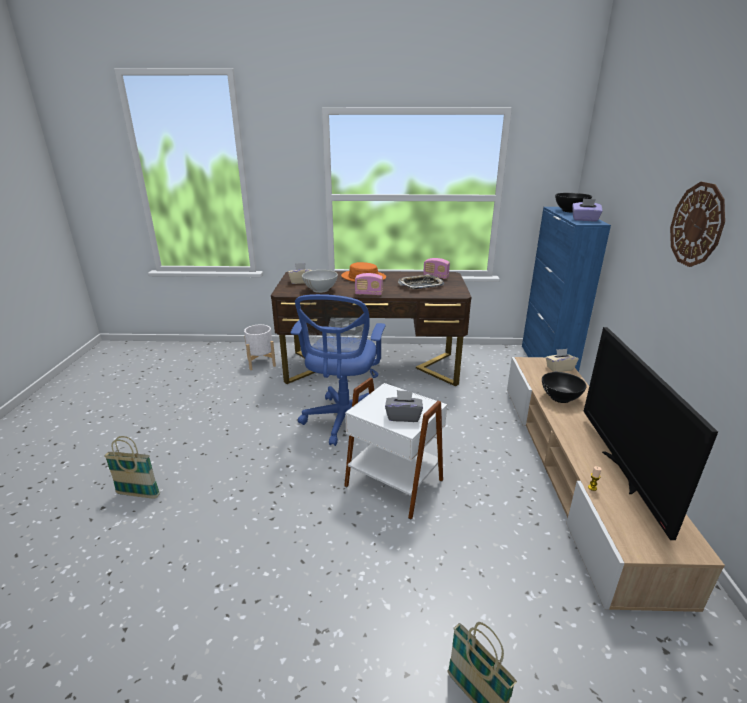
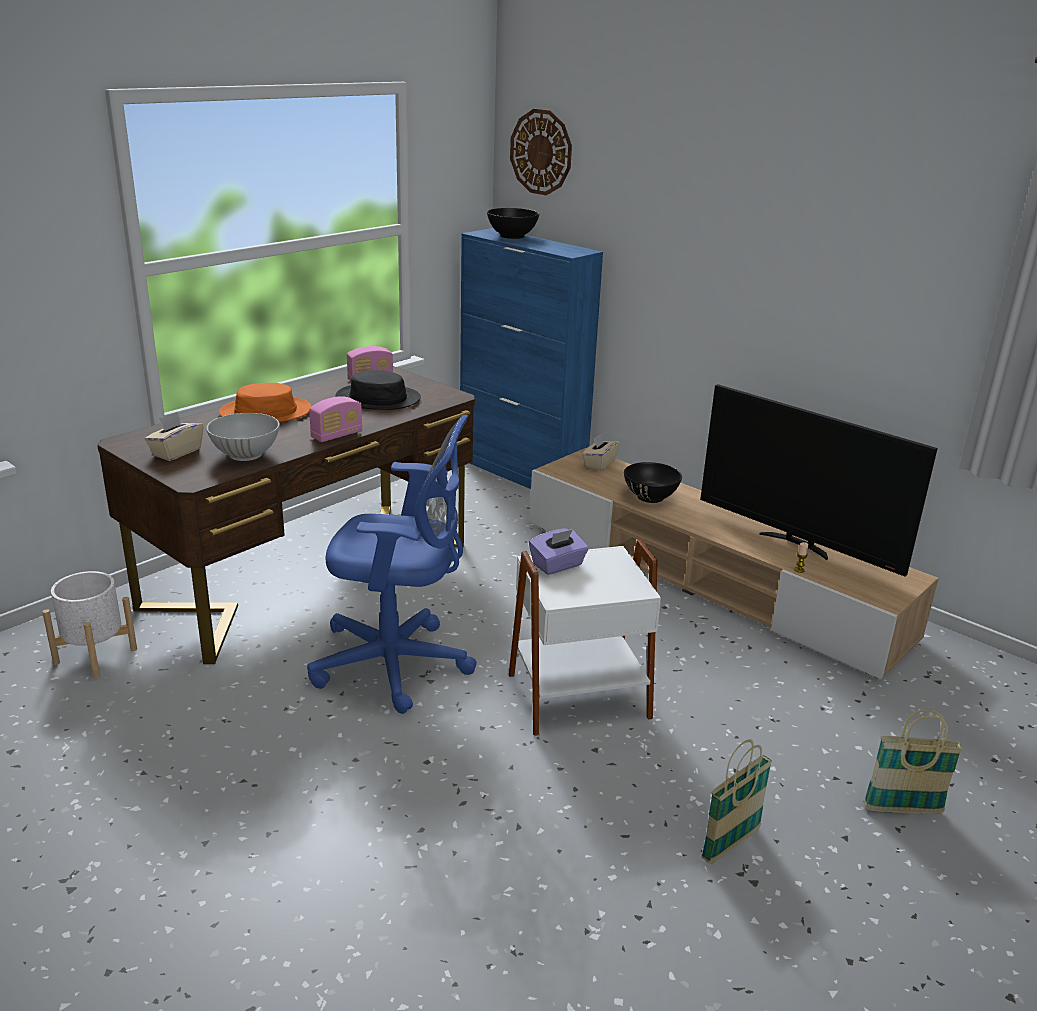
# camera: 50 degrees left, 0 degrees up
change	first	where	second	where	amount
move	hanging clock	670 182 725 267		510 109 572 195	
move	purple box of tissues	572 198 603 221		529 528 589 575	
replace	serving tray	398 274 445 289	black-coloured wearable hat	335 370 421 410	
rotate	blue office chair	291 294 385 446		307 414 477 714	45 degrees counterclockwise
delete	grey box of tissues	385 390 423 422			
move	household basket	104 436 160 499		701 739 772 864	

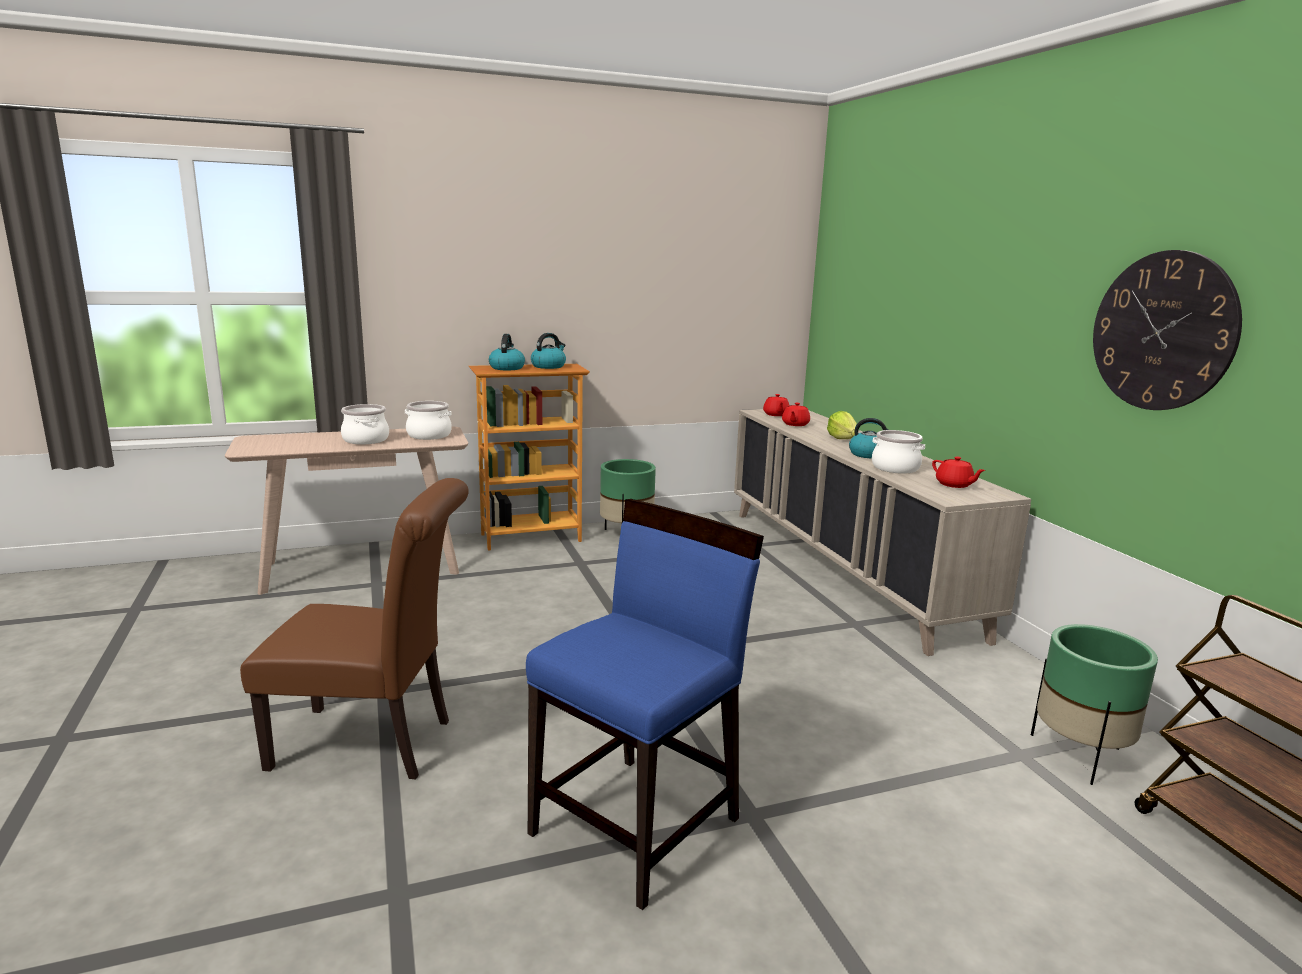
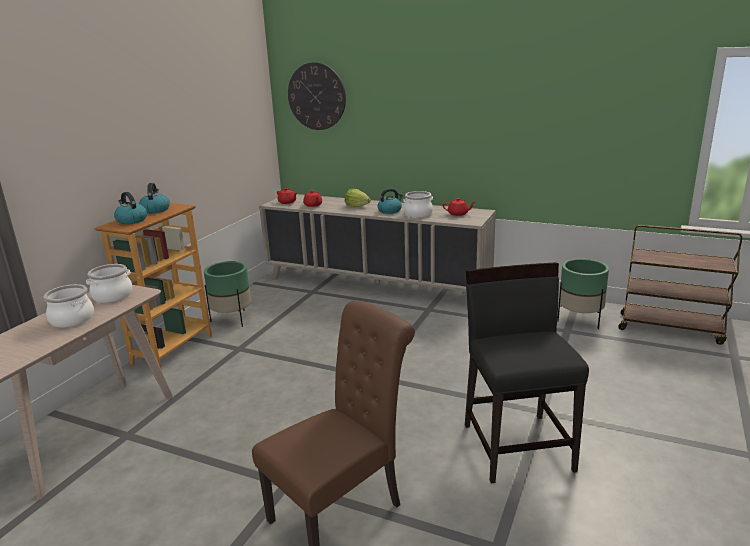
# camera: 45 degrees left, 5 degrees up
change	first	where	second	where	amount
move	hanging clock	1093 250 1242 410		288 62 346 130	
recolor	blue upright chair	526 499 764 910	black-coloured upright chair	465 262 589 483	

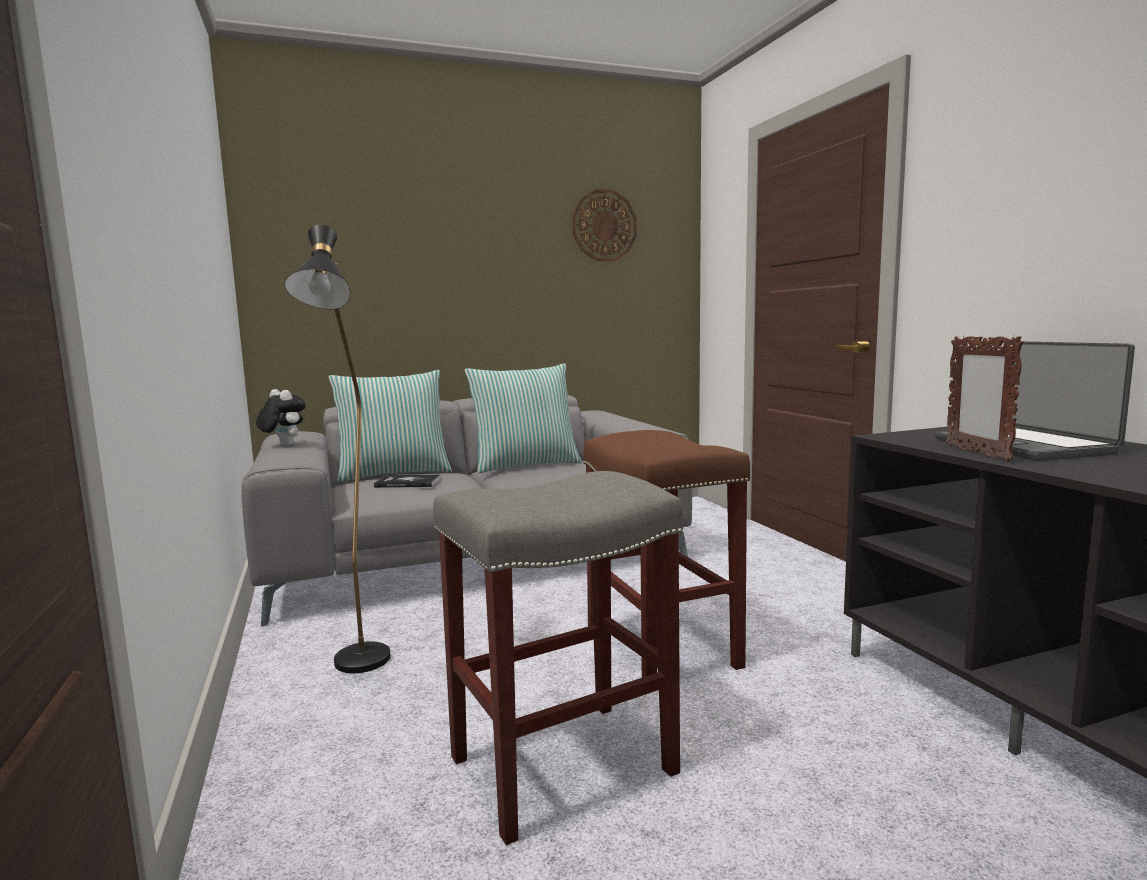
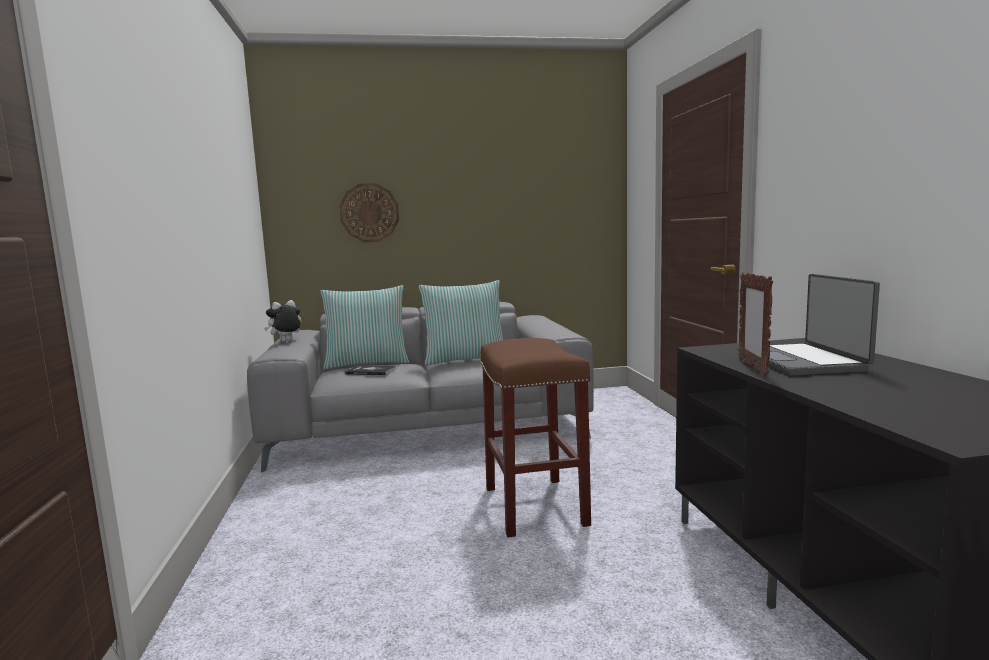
# camera: 10 degrees right, 0 degrees up
change	first	where	second	where	amount
move	hanging clock	572 189 637 261		339 183 399 242	
delete	black-coloured standard lamp	284 224 390 673			
rotate	plush toy	256 389 306 446		264 300 302 342	90 degrees counterclockwise
delete	grey stool seat	433 471 683 845			

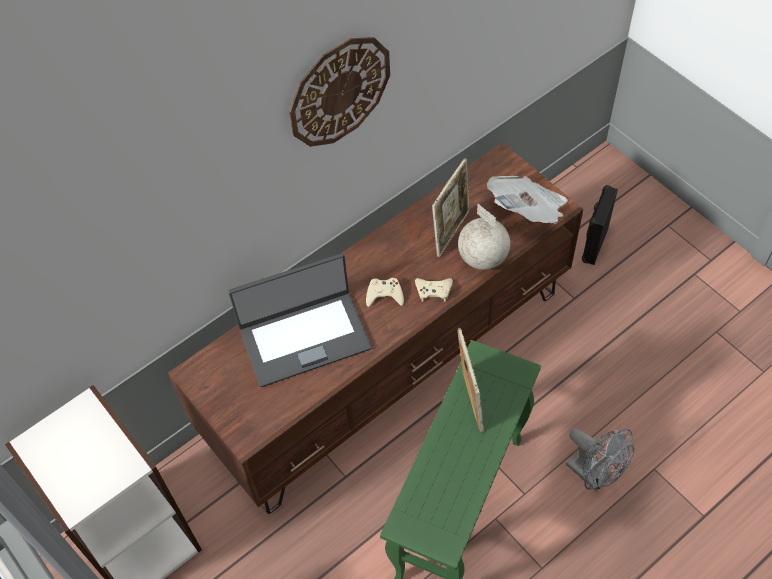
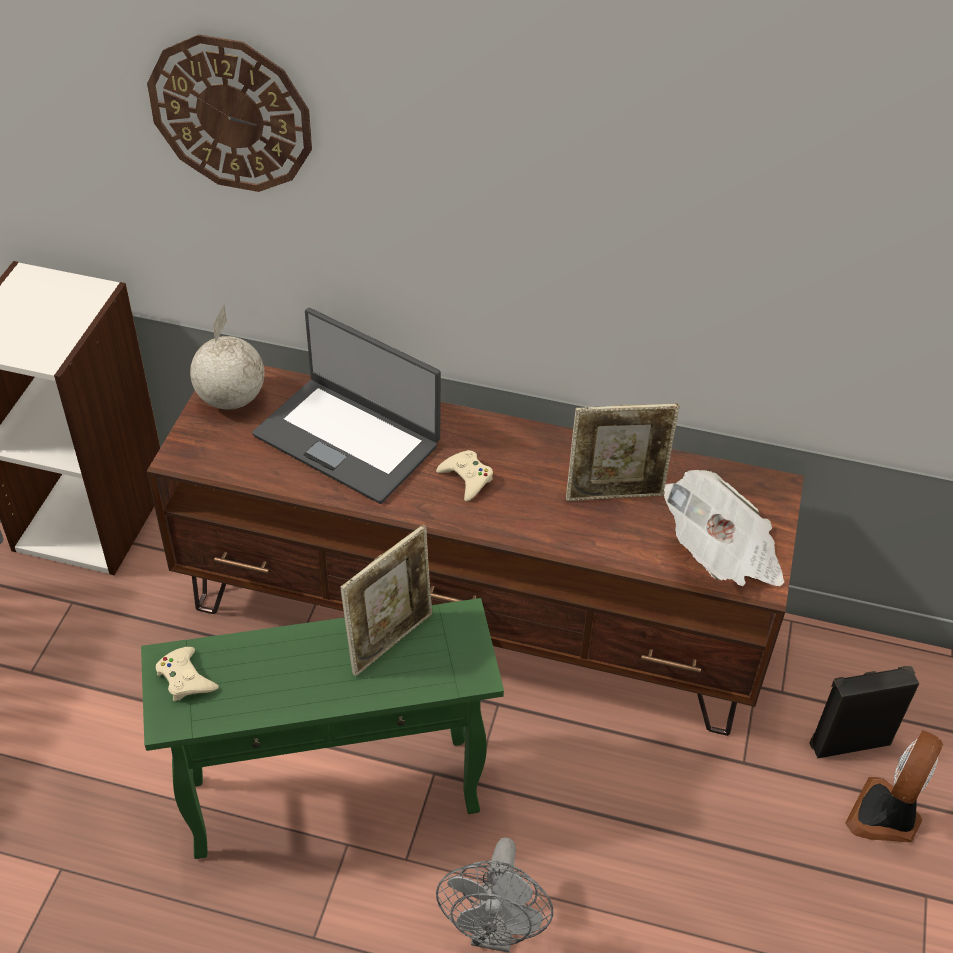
# camera: 50 degrees right, 10 degrees down
change	first	where	second	where	amount
move	hanging clock	289 37 390 147		147 34 312 192	
move	world globe	458 204 510 270		190 303 264 410	
move	sand-coloured gamepad	415 278 453 302		156 647 219 701	
insert			fan	845 730 943 843	

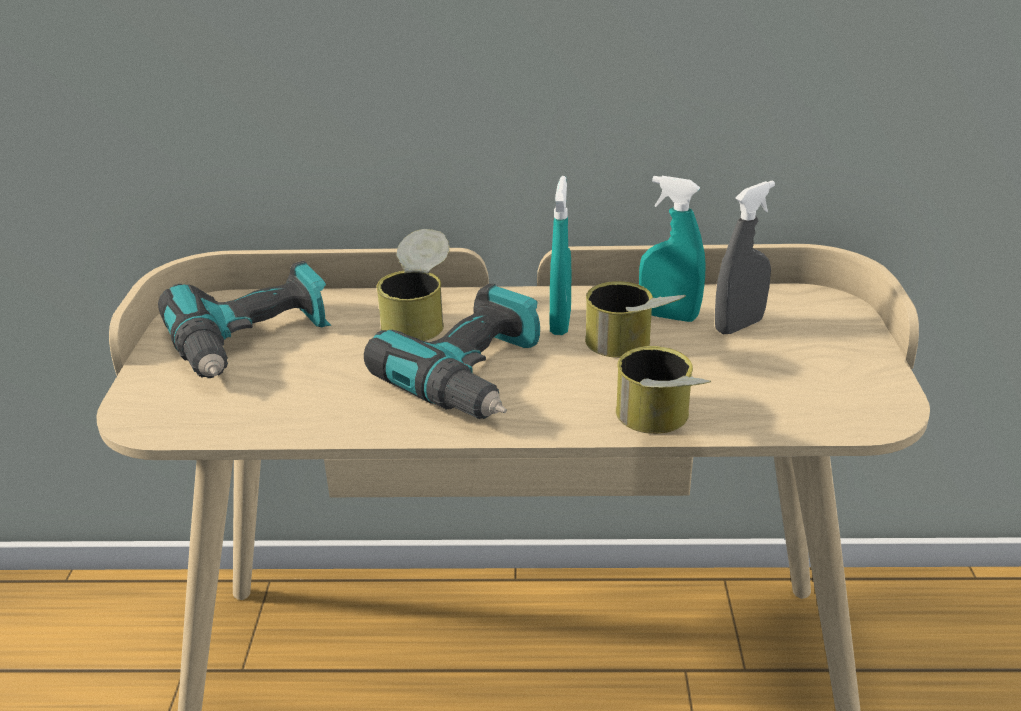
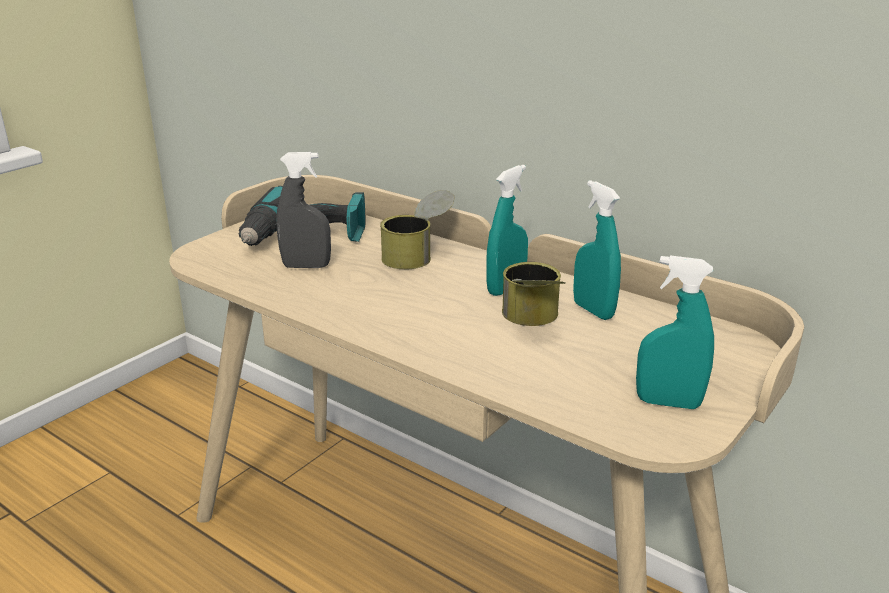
# camera: 35 degrees right, 5 degrees down
change	first	where	second	where	amount
move	grey spray bottle	715 180 775 334		276 152 331 268	
delete	electric drill	364 284 540 419			
delete	metal can	616 346 711 434			
insert			blue-green spray bottle	636 255 714 409	

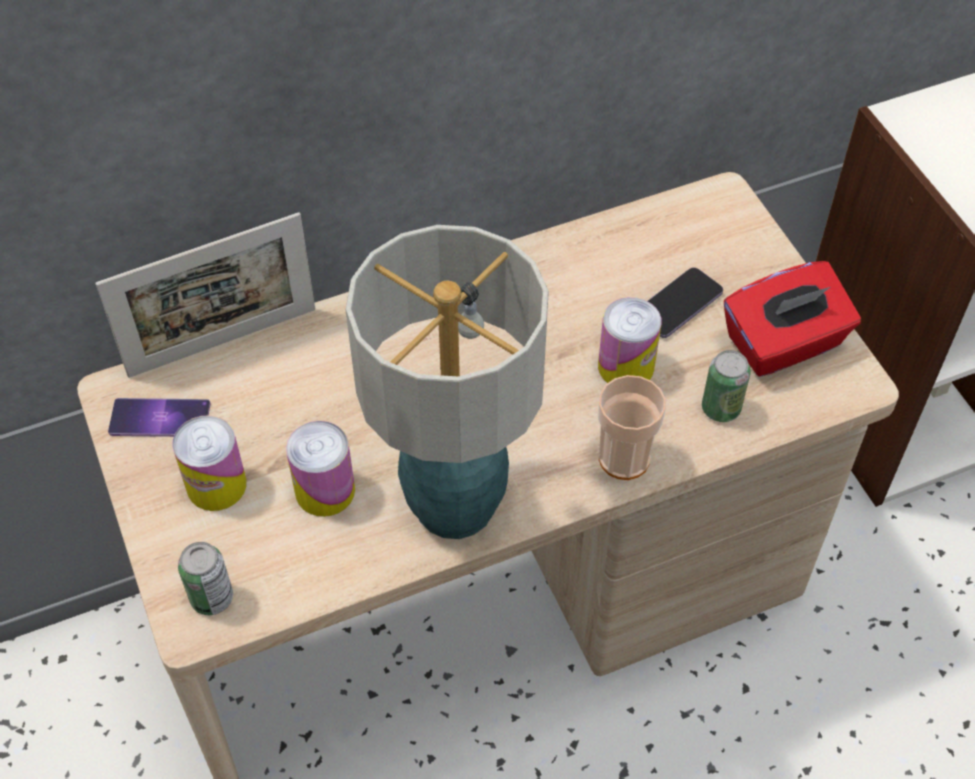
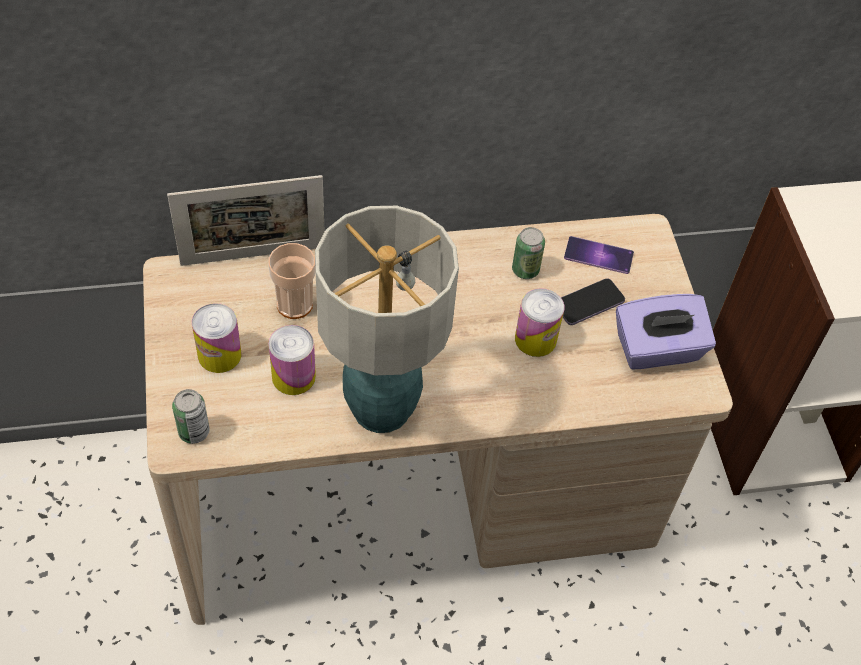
# camera: 10 degrees right, 0 degrees up
change	first	where	second	where	amount
recolor	red-coloured box of tissues	724 261 861 377	purple box of tissues	616 294 716 370	
move	metal can	702 350 751 422		512 227 545 279	
move	drinking cup	598 375 666 480		268 243 315 319	
move	handset	108 398 210 437		564 236 634 274	

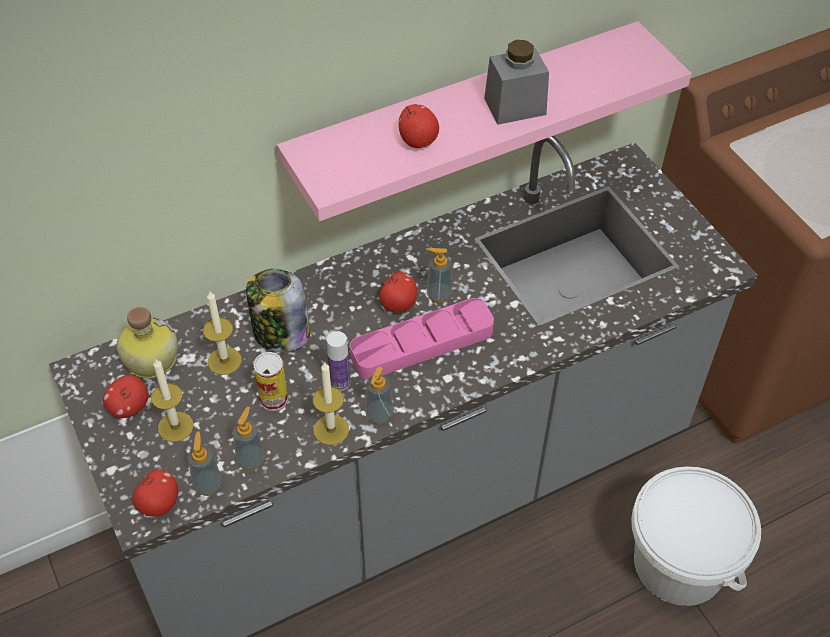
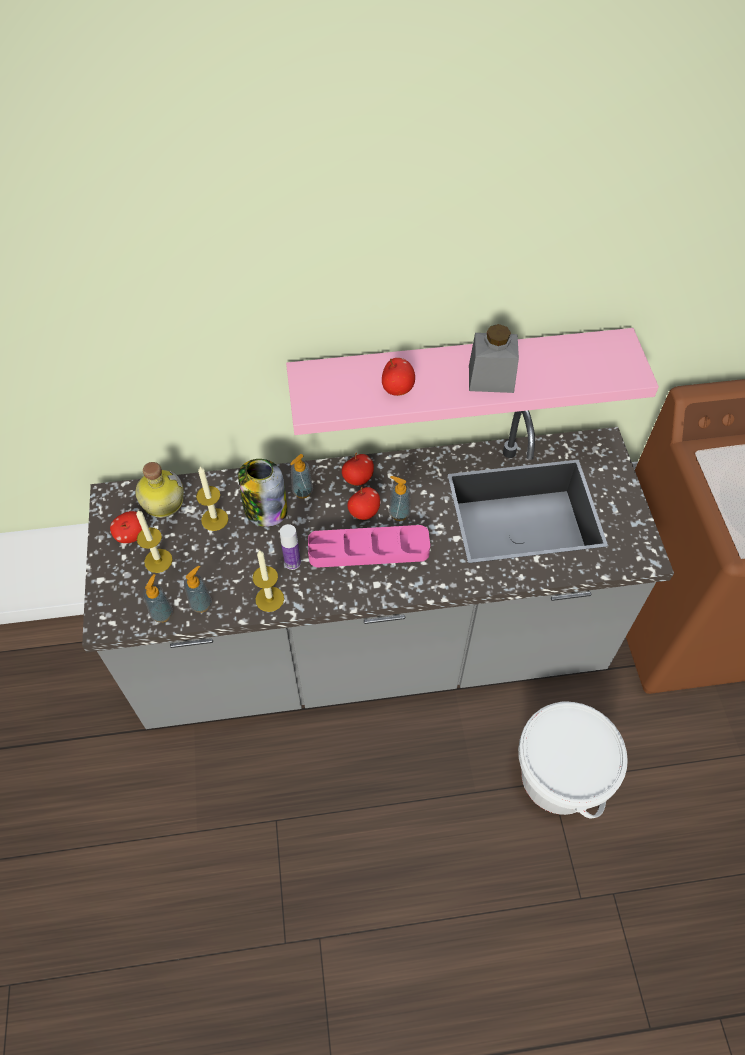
# camera: 20 degrees right, 5 degrees up
change	first	where	second	where	amount
delete	metal can	254 352 288 411			
move	soap dispenser	365 367 394 424		290 454 313 498	
move	apple	132 469 178 517		342 453 374 486	

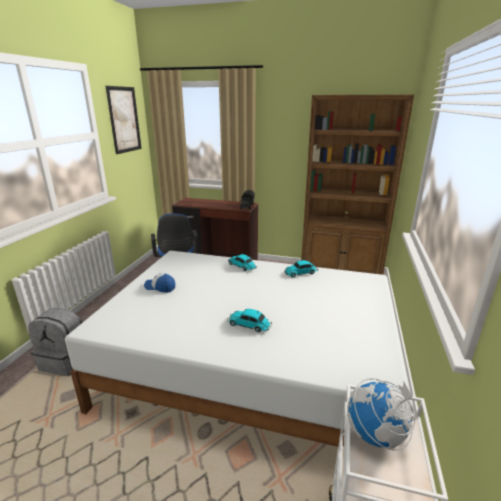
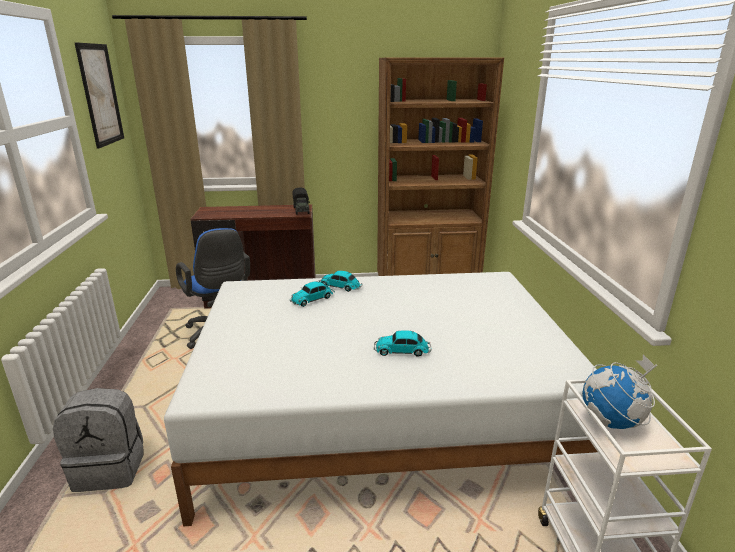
# camera: 20 degrees left, 0 degrees up
change	first	where	second	where	amount
move	model car	284 260 318 277		290 281 335 307	
delete	peaked cap	144 273 175 293			

